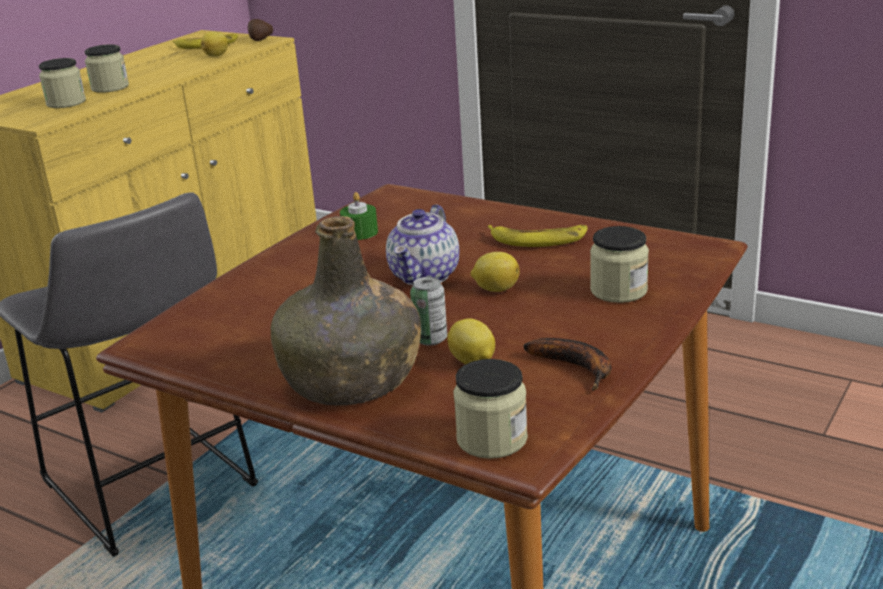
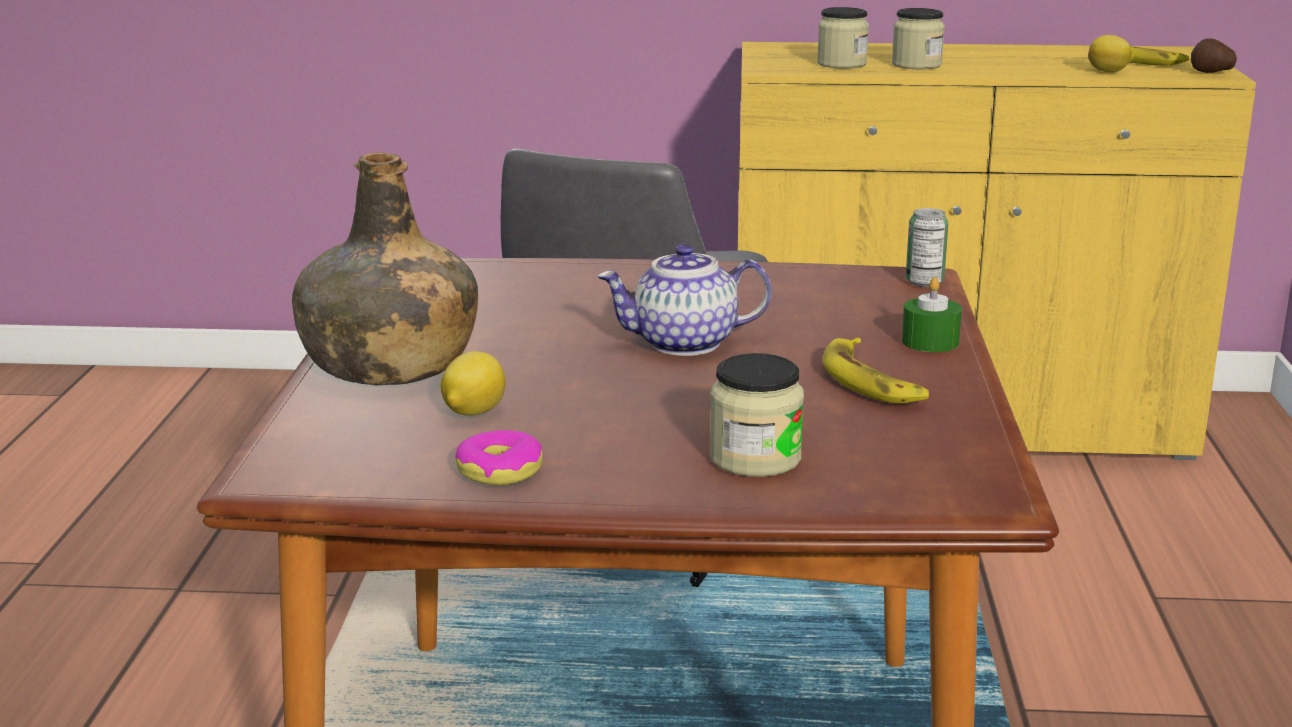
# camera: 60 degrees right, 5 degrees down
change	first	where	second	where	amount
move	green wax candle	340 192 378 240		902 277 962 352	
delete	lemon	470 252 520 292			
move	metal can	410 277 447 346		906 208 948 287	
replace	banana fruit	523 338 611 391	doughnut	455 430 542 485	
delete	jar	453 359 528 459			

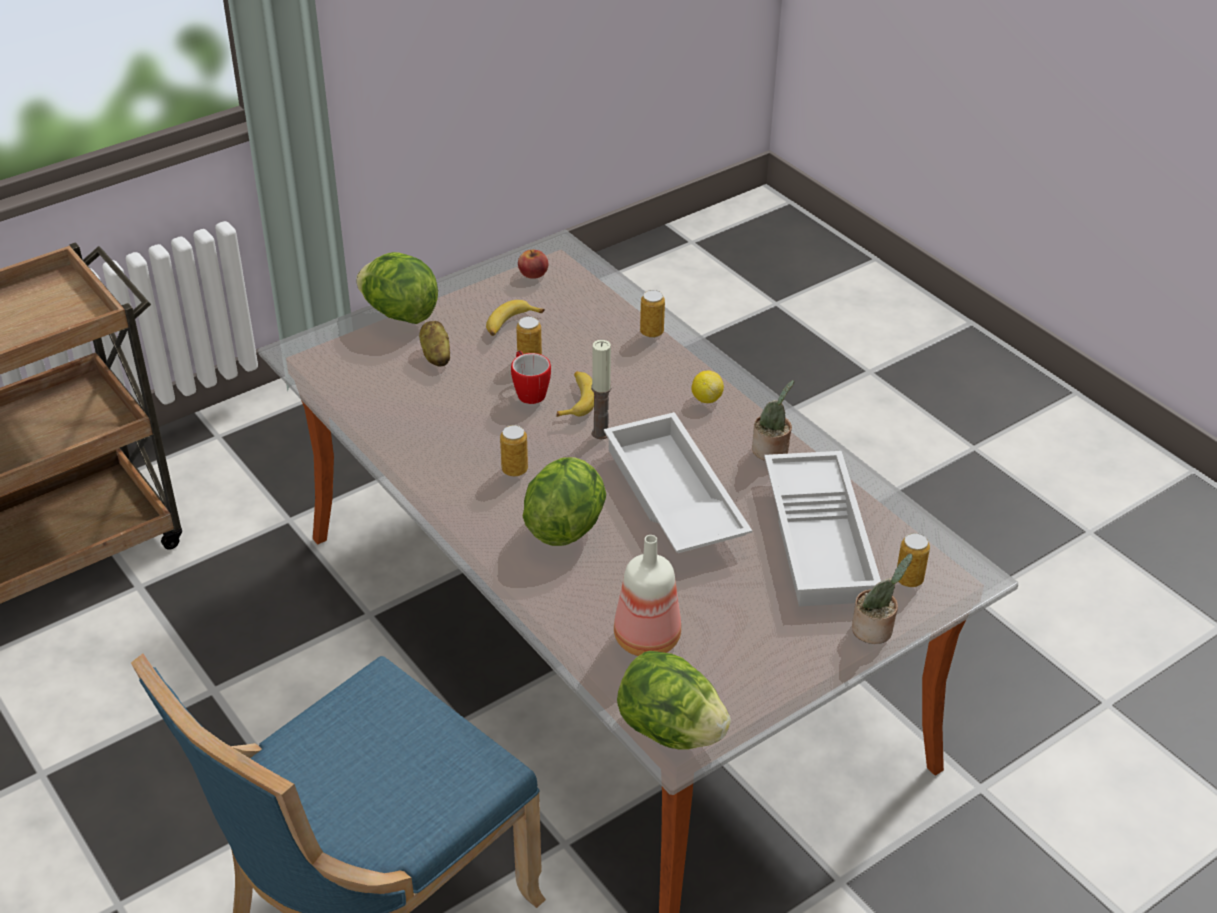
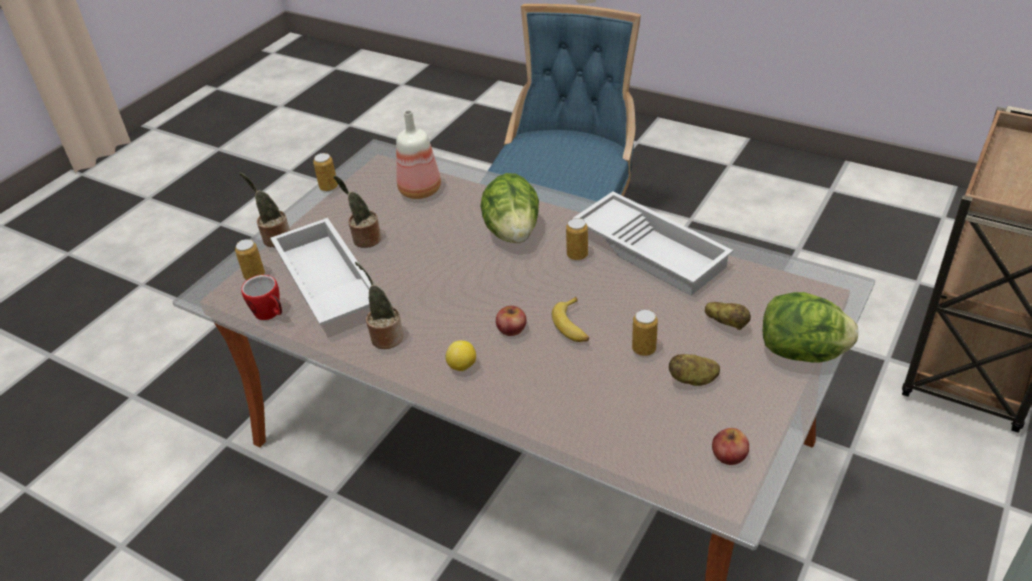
# camera: 160 degrees right, 0 degrees up
change	first	where	second	where	amount
move	metal can	640 290 665 338		313 153 338 191	
replace	banana fruit	486 300 545 336	potato	669 354 720 386	
delete	wax candle	591 340 612 439			
move	mug	511 351 551 404		241 275 282 320	
move	white serving tray	604 412 752 553		574 191 733 296	
delete	head of lettuce	617 651 731 749			
insert			potted plant	333 175 381 248	
insert			apple	496 306 526 336	

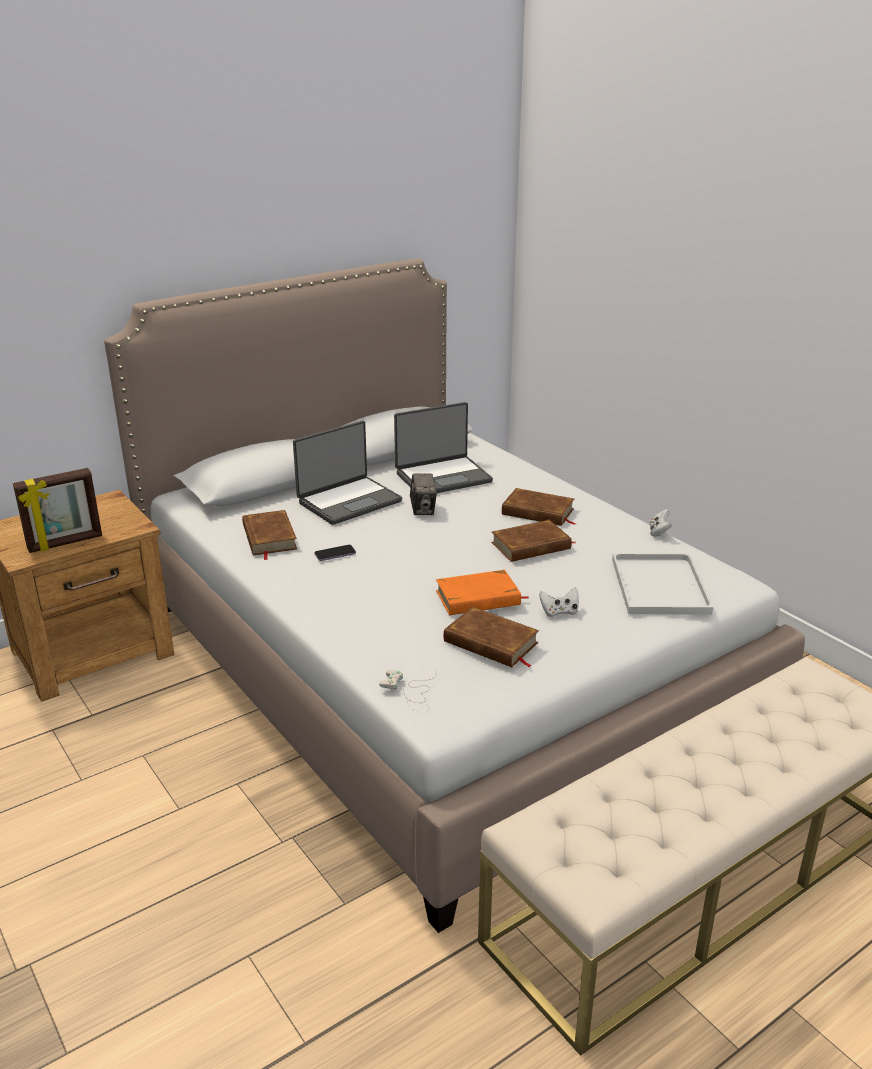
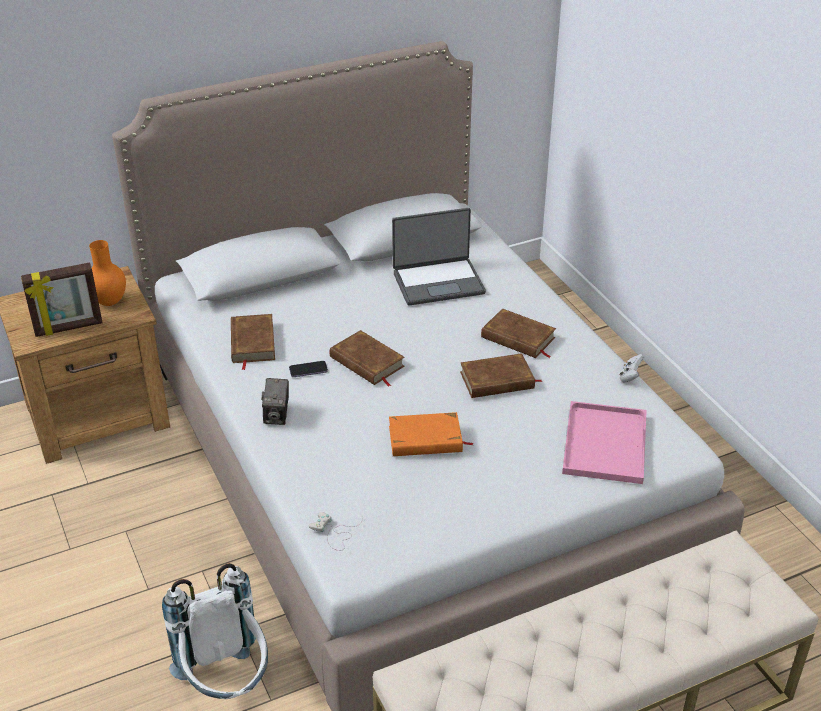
# camera: 10 degrees right, 10 degrees up
change	first	where	second	where	amount
delete	portable computer	293 421 402 525			
move	still camera	410 473 437 515		261 378 289 425	
recolor	white serving tray	612 553 713 615	pink serving tray	562 401 647 484	
delete	white gamepad	539 587 579 617			
move	brown-coloured volume	444 607 539 667		330 330 405 387	
insert			orange vase	89 240 126 306	
insert			white rucksack	162 563 268 699	

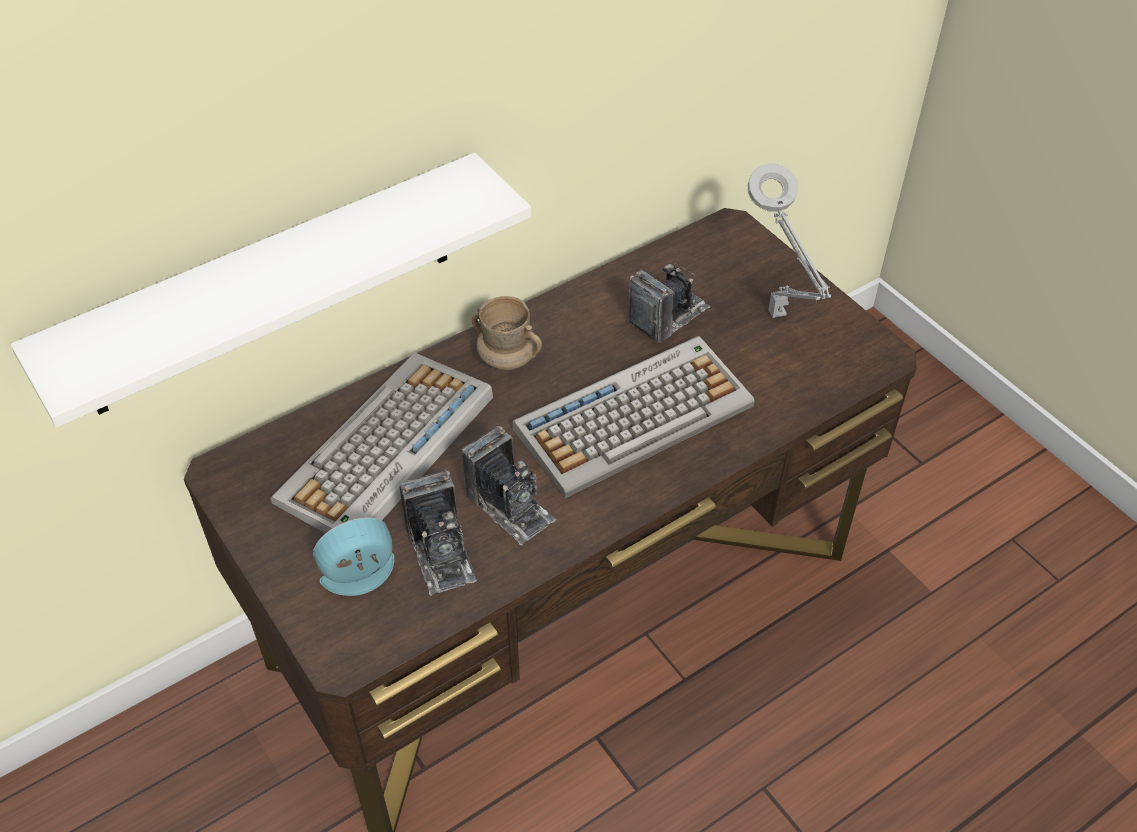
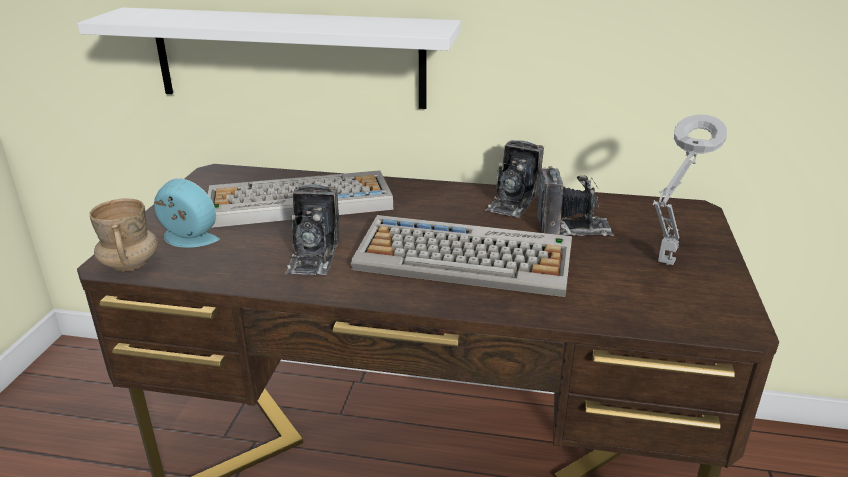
# camera: 45 degrees right, 20 degrees down
change	first	where	second	where	amount
move	sand-coloured mug	472 296 542 370		90 198 158 272	
move	still camera	400 470 477 595		485 140 544 217	

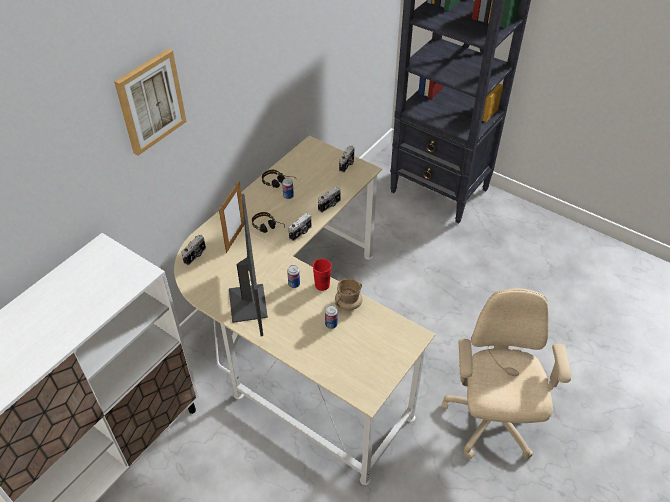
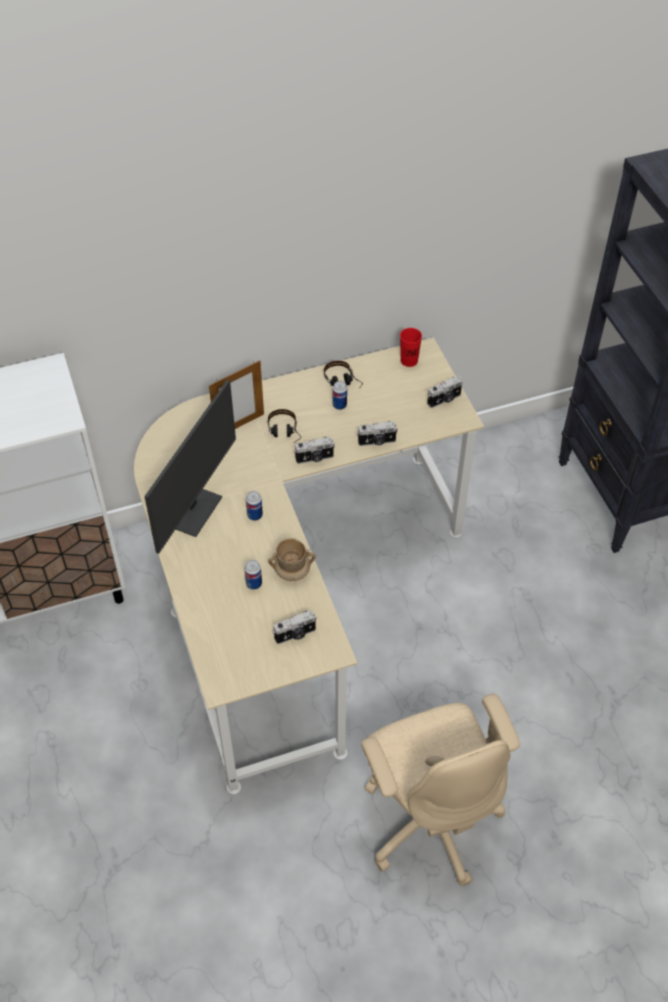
# camera: 35 degrees right, 5 degrees up
change	first	where	second	where	amount
delete	wall art	114 49 187 156			
move	still camera	181 235 206 266		273 611 317 644	
move	red-coloured drinking cup	313 259 331 291		400 328 422 367	
rotate	sand-coloured office chair	441 288 571 459		361 694 520 886	120 degrees clockwise

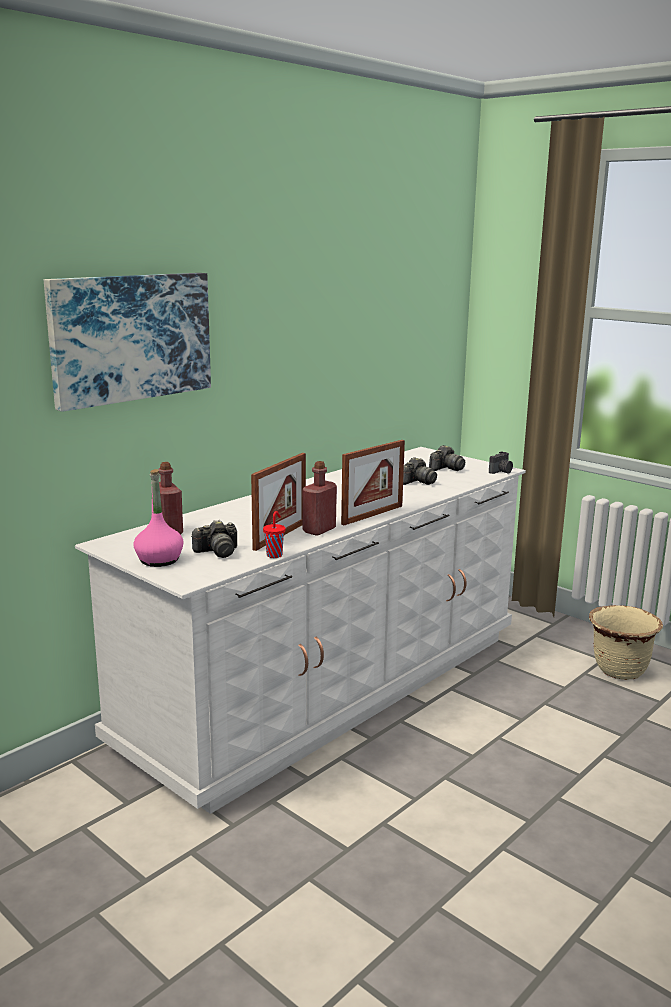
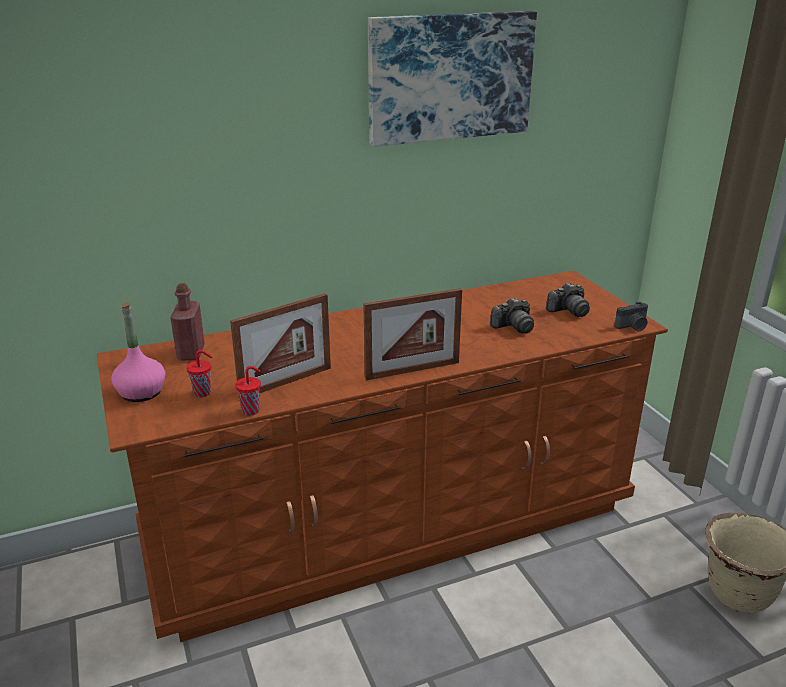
# camera: 25 degrees right, 10 degrees up
change	first	where	second	where	amount
move	wall art	44 273 211 412		368 11 537 147	
recolor	white drawer chest	75 447 526 814	brown-coloured drawer chest	97 271 668 642	
delete	red-coloured bottle	302 461 337 536			
replace	still camera	191 520 237 558	red-coloured drinking cup	186 350 213 397	

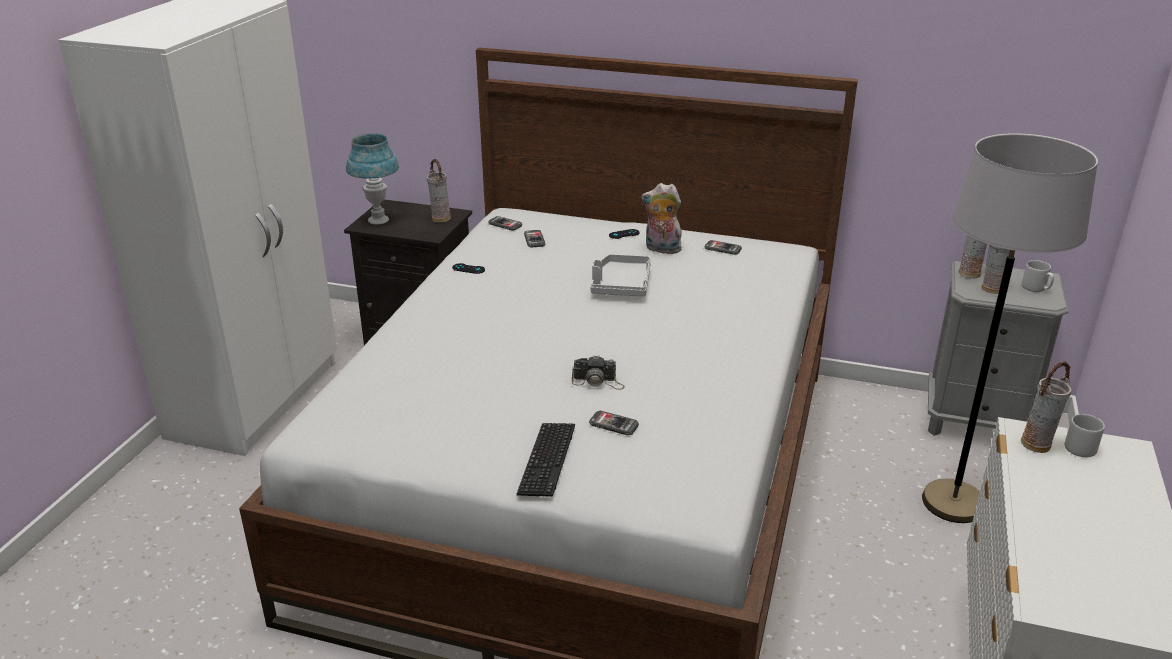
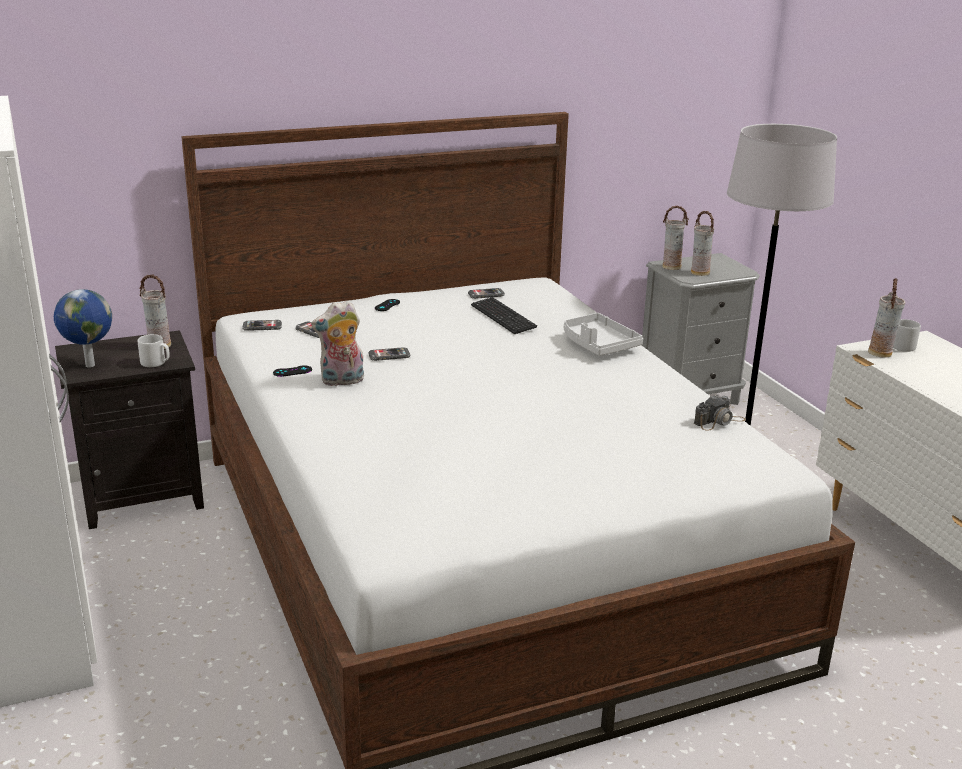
# camera: 40 degrees left, 5 degrees down
change	first	where	second	where	amount
replace	blue tabletop lamp	346 133 399 225	world globe	54 289 112 368	
move	plush toy	641 183 682 254		311 300 364 387	
move	grey serving tray	591 254 651 296		564 313 643 356	
move	grey mug	1022 260 1054 292		138 334 170 367	
move	still camera	572 355 625 390		694 395 746 431	
move	handset	589 411 639 435		368 347 410 361	
move	keyboard	517 423 575 497		471 297 537 334	

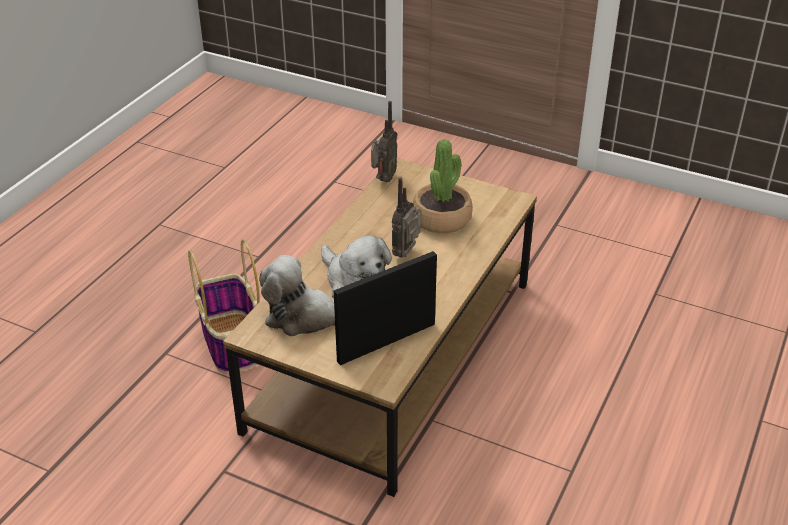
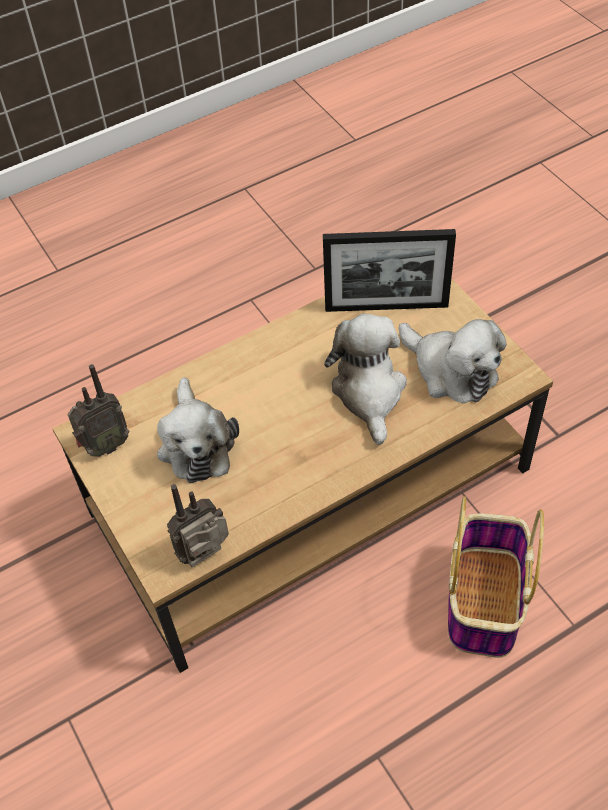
# camera: 145 degrees left, 15 degrees up
change	first	where	second	where	amount
replace	potted plant	413 139 473 233	plush toy	157 377 239 483	
move	radio set	392 177 421 257		67 364 129 457	

